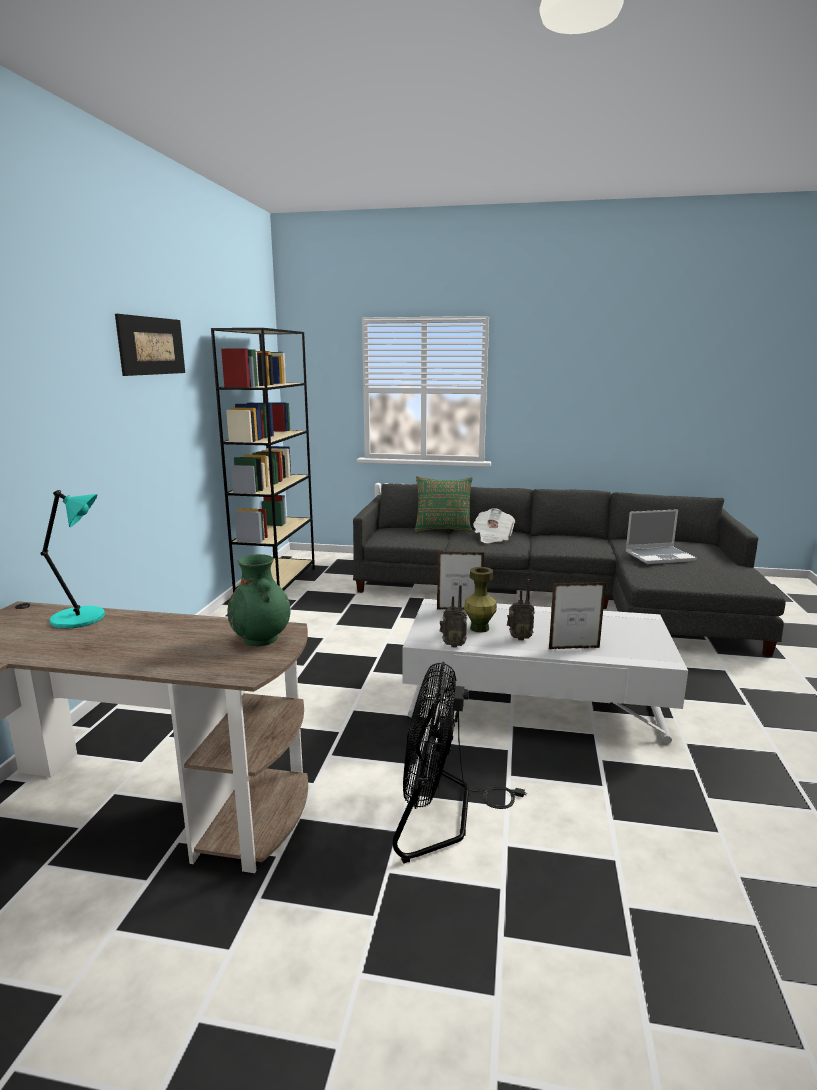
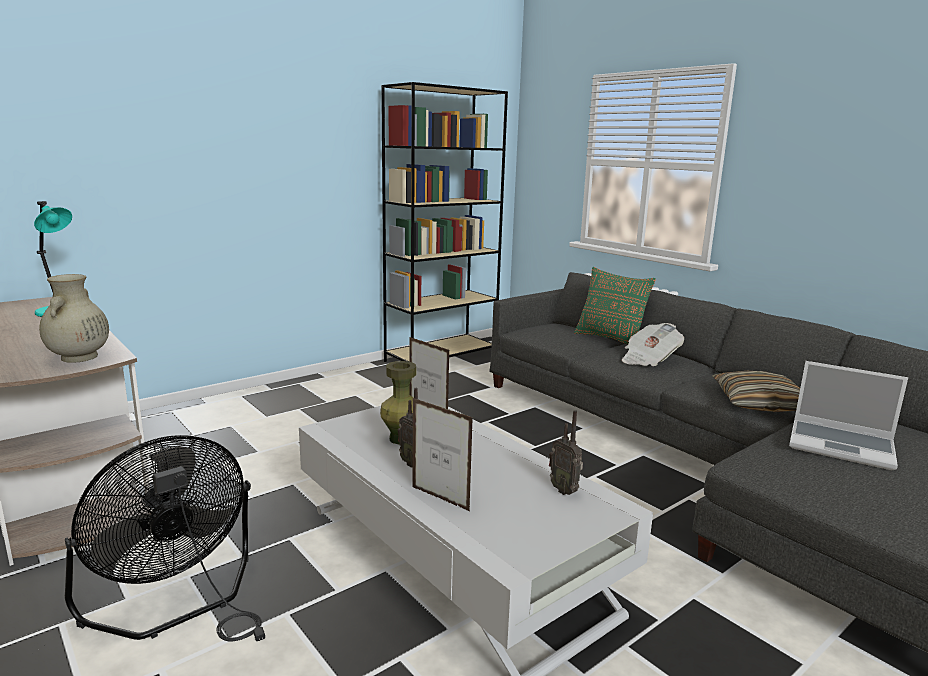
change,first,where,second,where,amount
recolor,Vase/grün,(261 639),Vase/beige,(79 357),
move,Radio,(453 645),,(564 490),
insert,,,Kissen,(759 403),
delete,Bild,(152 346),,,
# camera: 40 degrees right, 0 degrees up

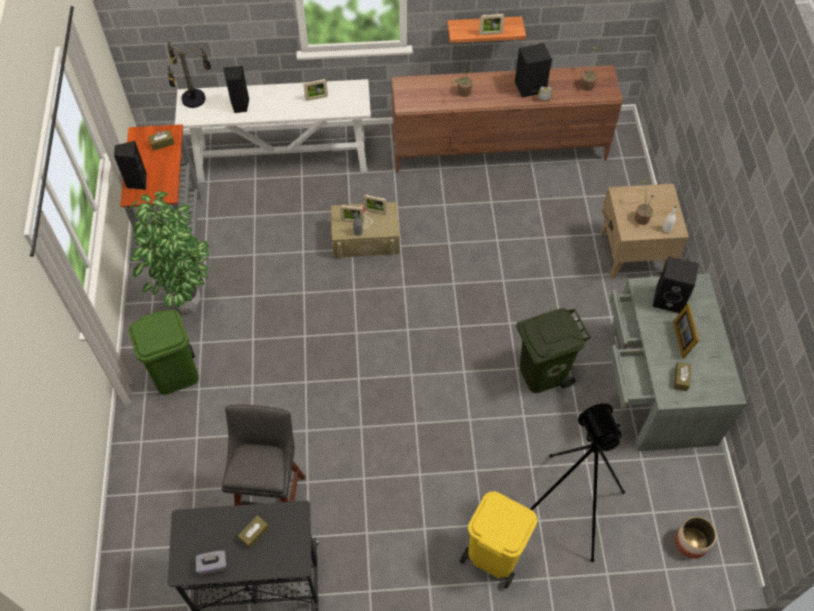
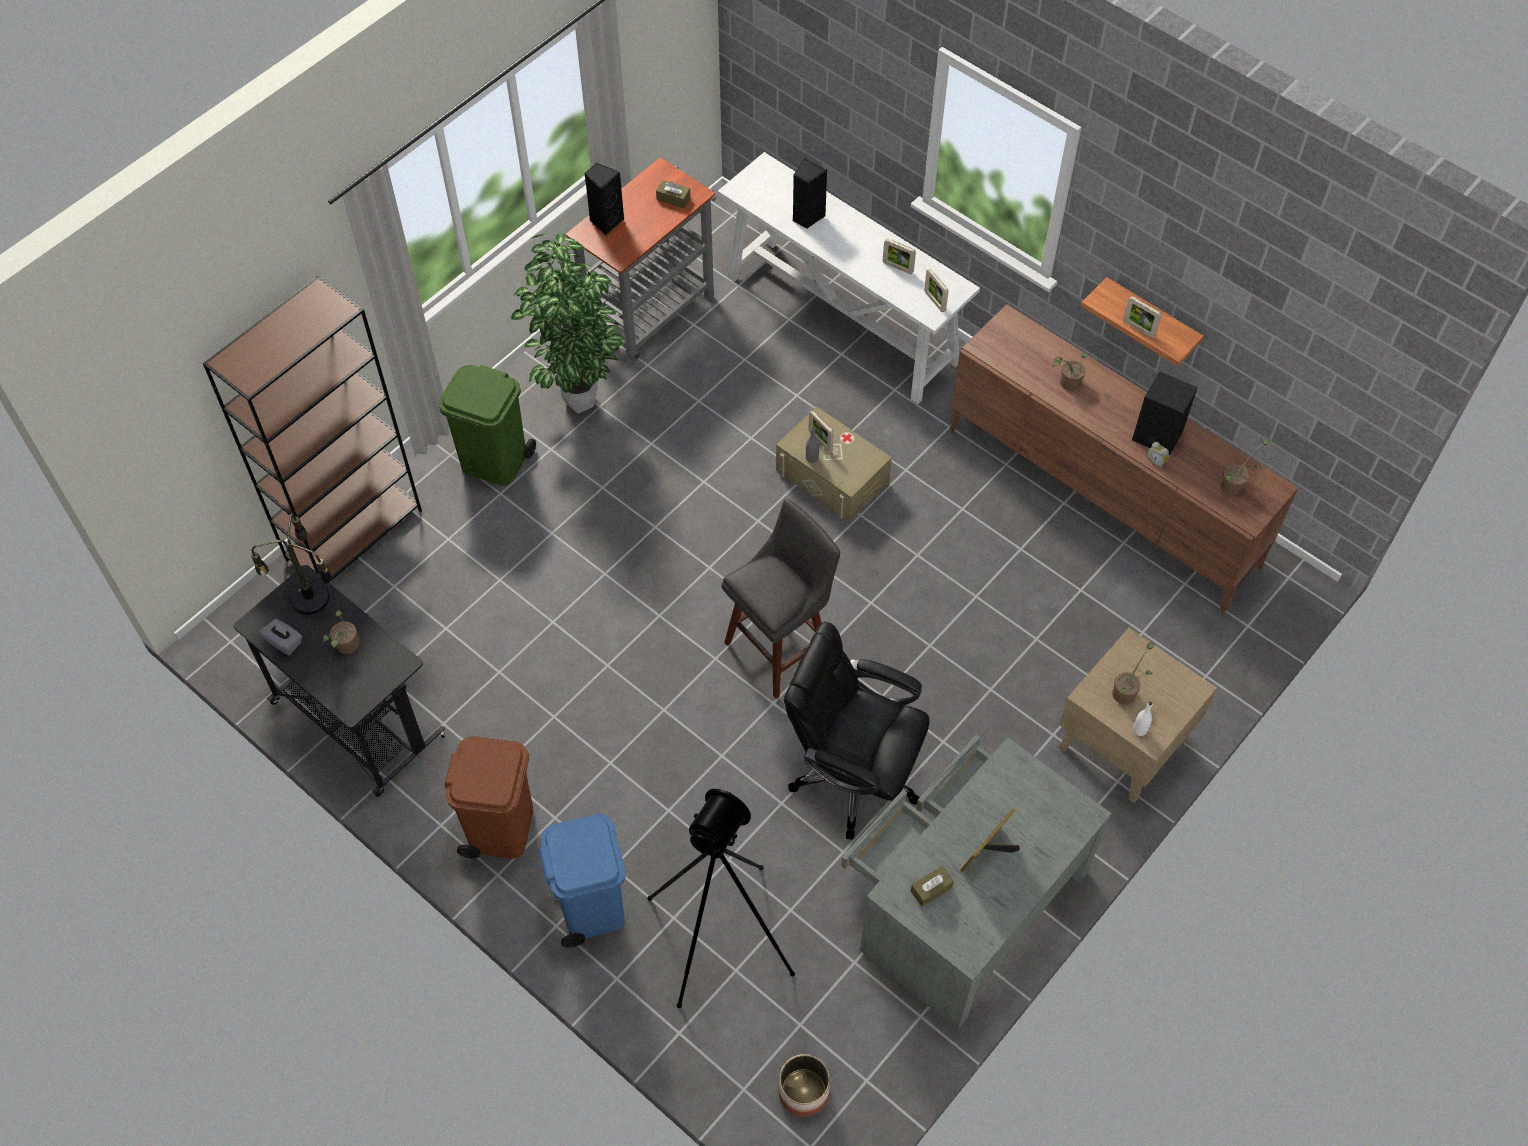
change,first,where,second,where,amount
insert,,,Bücherregal/braun,(354 534),
move,Tischlampe,(193 99),,(310 597),
replace,Taschentuchbox/braun,(254 534),Topfpflanze,(346 647),
insert,,,Mülleimer/braun,(501 827),
recolor,Mülleimer/gelb,(493 554),Mülleimer/blau,(591 905),
move,Hocker/grau,(272 495),,(781 649),
replace,Mülleimer/grün,(542 373),Bürostuhl/schwarz,(854 778),
move,Bilderrahmen,(375 211),,(934 301),
delete,Lautsprecher/schwarz,(670 299),,,
# camera: 45 degrees right, 0 degrees up

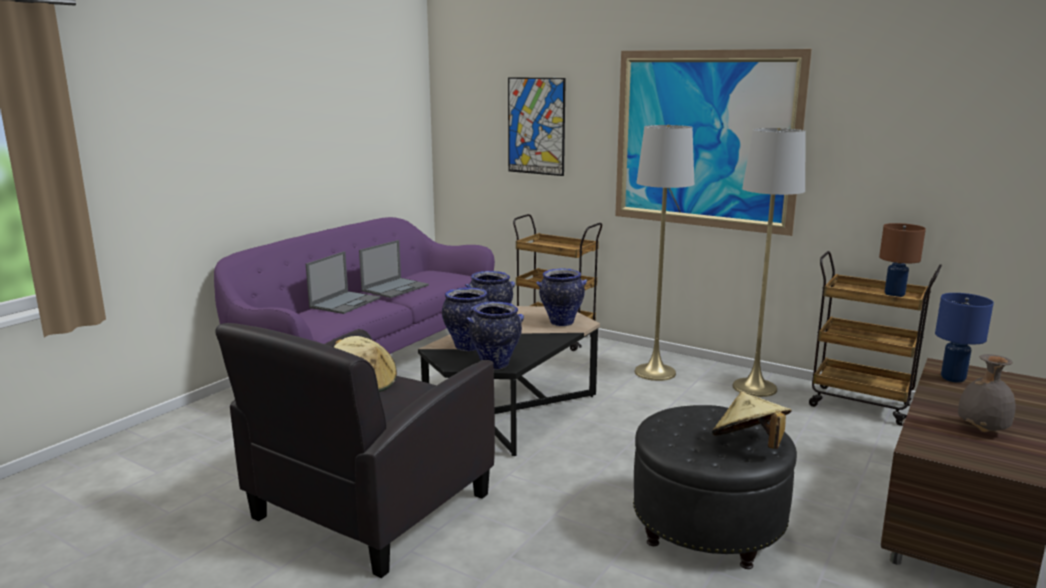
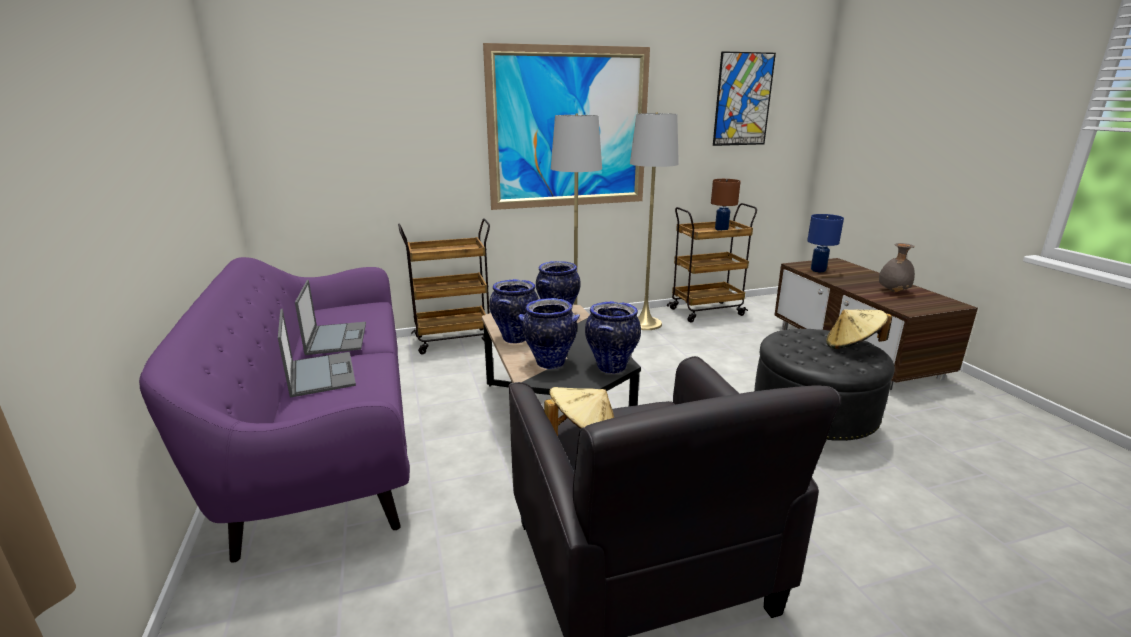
change,first,where,second,where,amount
move,Bild,(536 126),,(743 99),
# camera: 50 degrees left, 5 degrees up

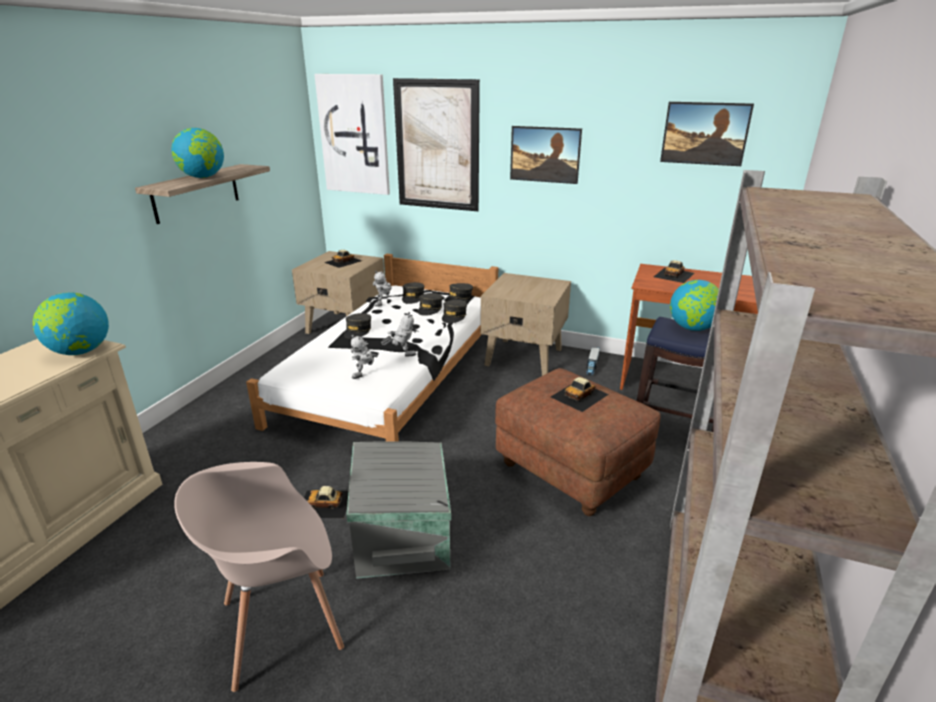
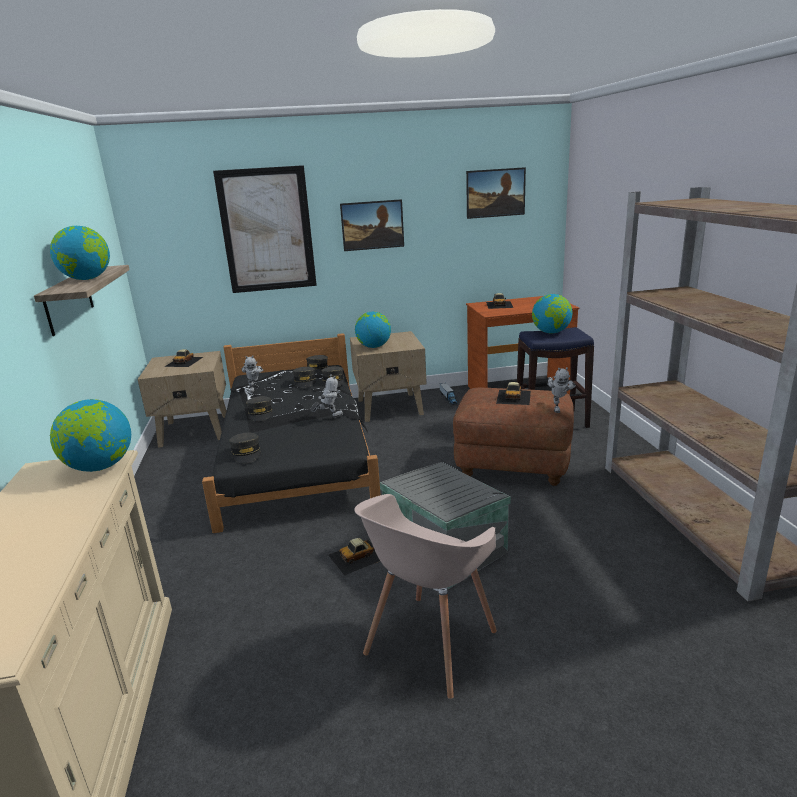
change,first,where,second,where,amount
recolor,Bett/weiß,(393 376),Bett/schwarz,(295 453),
move,Kappe/grau,(413 297),,(246 453),
insert,,,Globus,(374 347),
move,Spielzeugroboter,(365 374),,(558 408),
delete,Bild,(354 135),,,
# camera: 30 degrees left, 5 degrees down

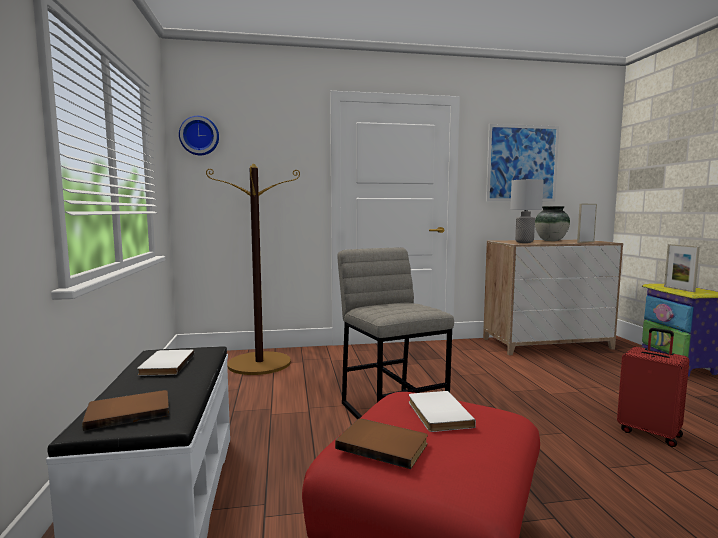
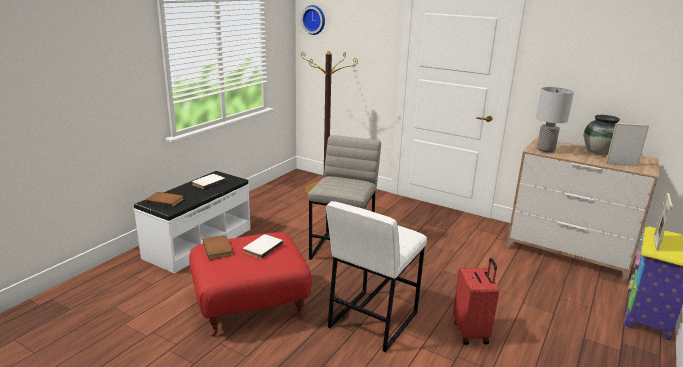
change,first,where,second,where,amount
insert,,,Stuhl/weiß,(372 321),
delete,Bild,(522 163),,,
# camera: 40 degrees right, 15 degrees up

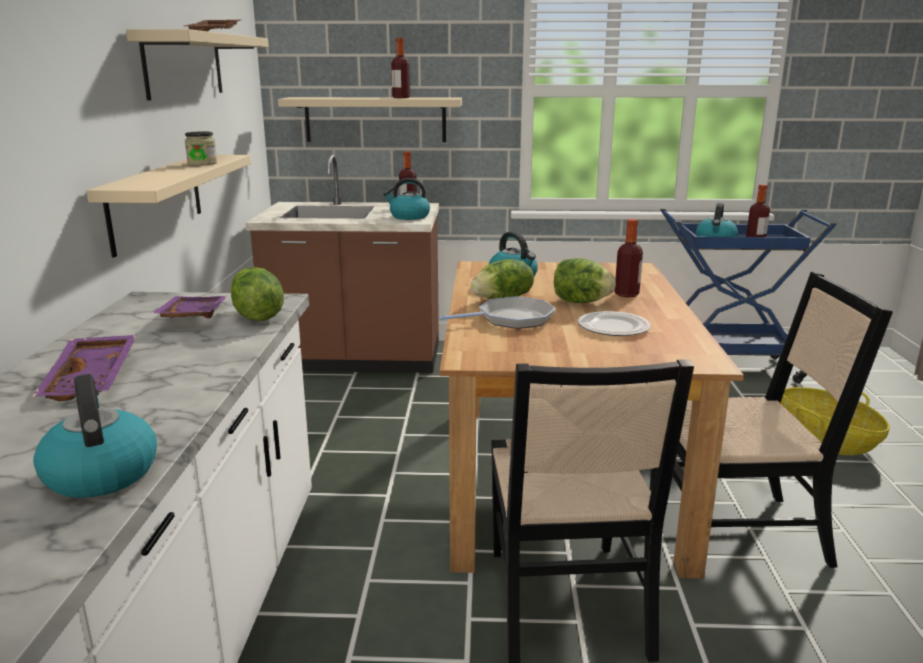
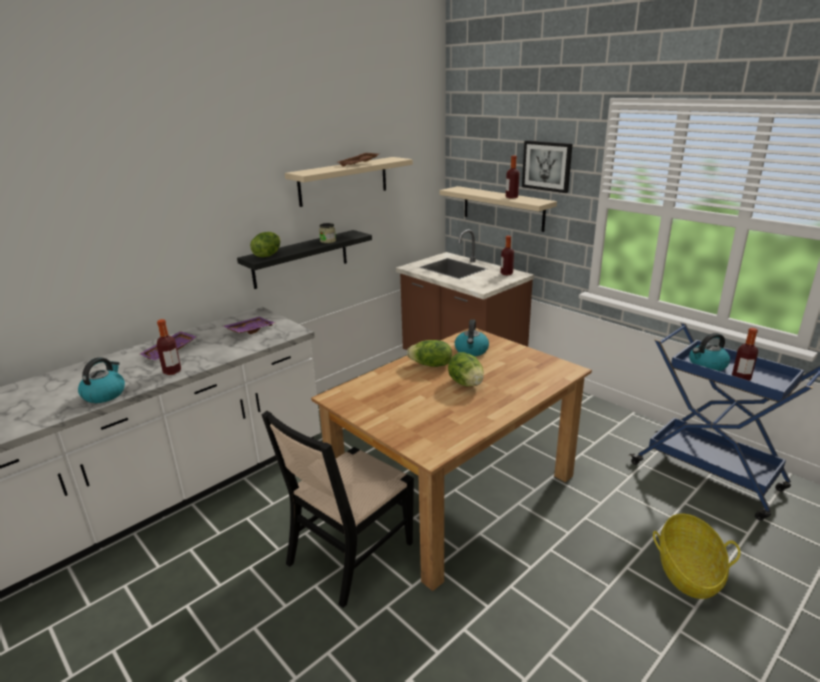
change,first,where,second,where,amount
move,Flasche,(626 294),,(172 371),
recolor,Wandregal/beige,(156 201),Wandregal/schwarz,(301 259),
move,Salatkopf,(256 316),,(267 255),
insert,,,Bild,(547 166),
delete,Wasserkessel,(409 216),,,
delete,Pfanne,(511 319),,,
delete,Teller,(612 327),,,
delete,Stuhl,(736 533),,,
# camera: 45 degrees right, 5 degrees up

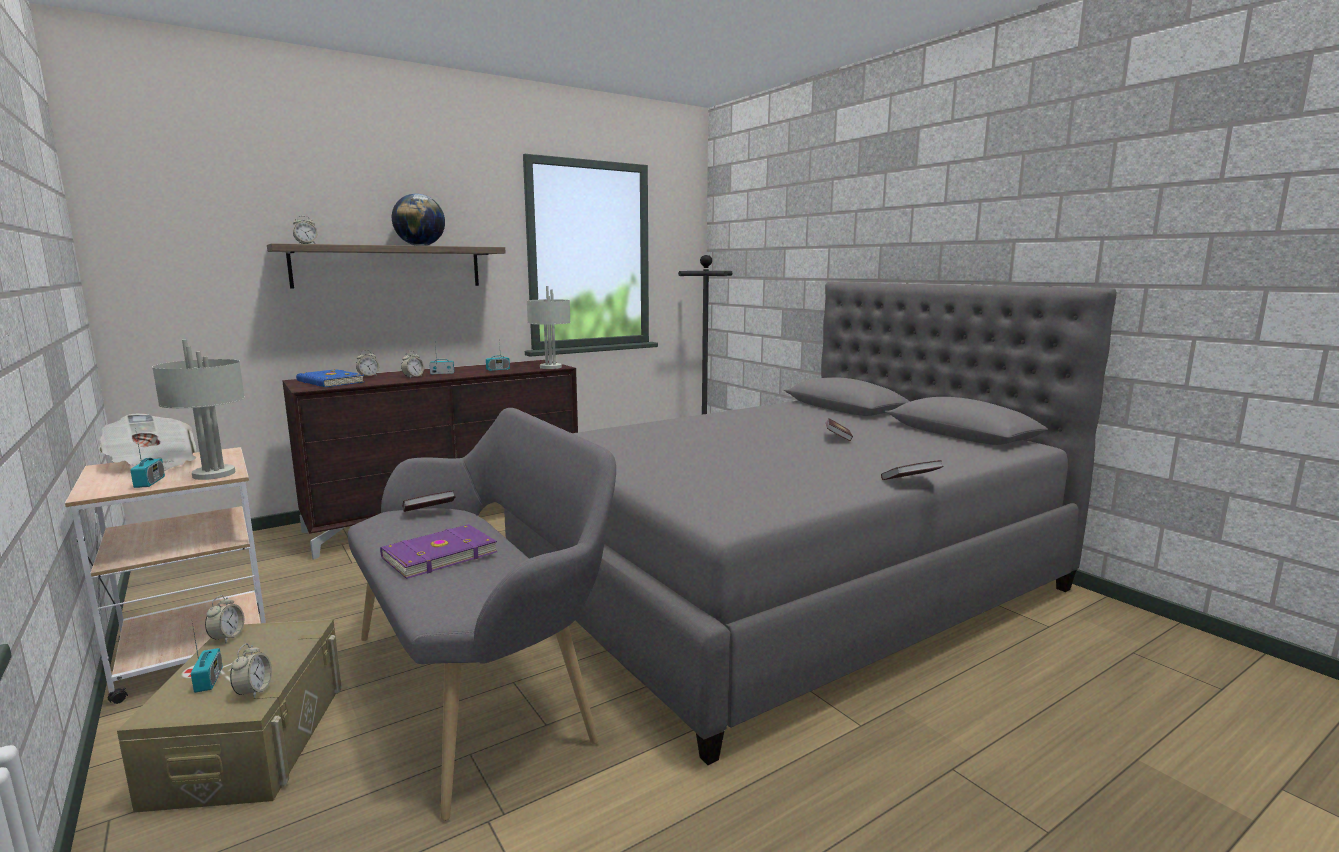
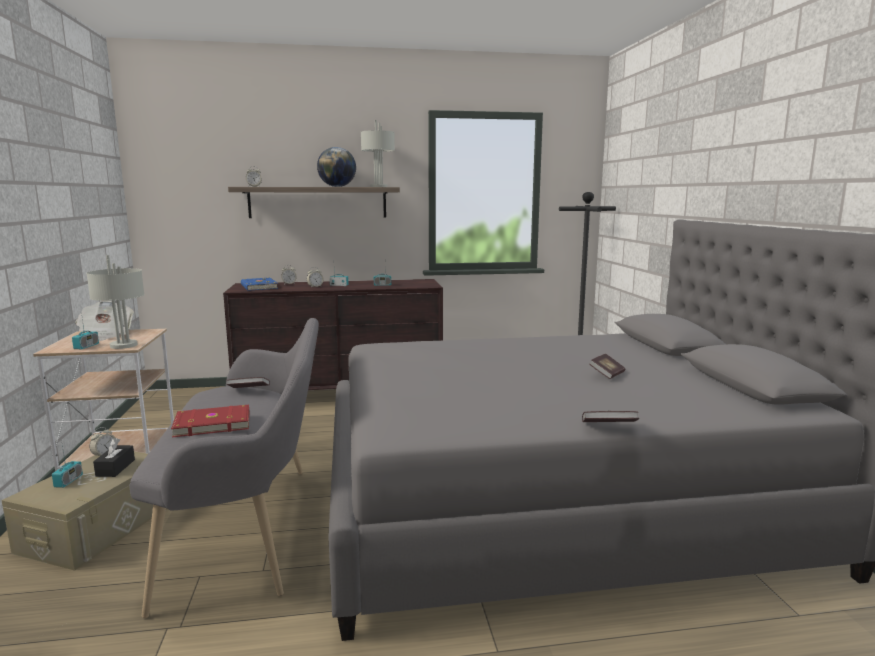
change,first,where,second,where,amount
insert,,,Taschentuchbox/schwarz,(115 468),
recolor,Buch/lila,(438 554),Buch/rot,(212 423),
move,Tischlampe/grau,(550 367),,(378 187),
delete,Wecker,(254 691),,,
# camera: 25 degrees right, 0 degrees up

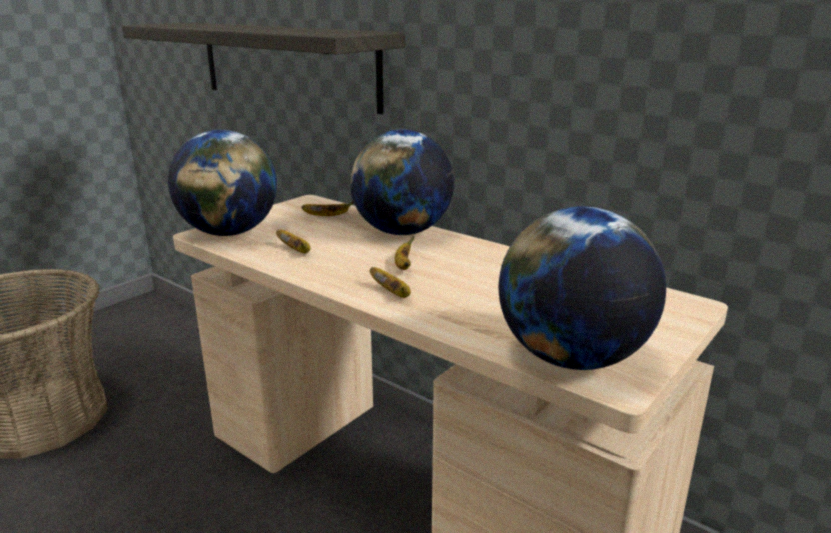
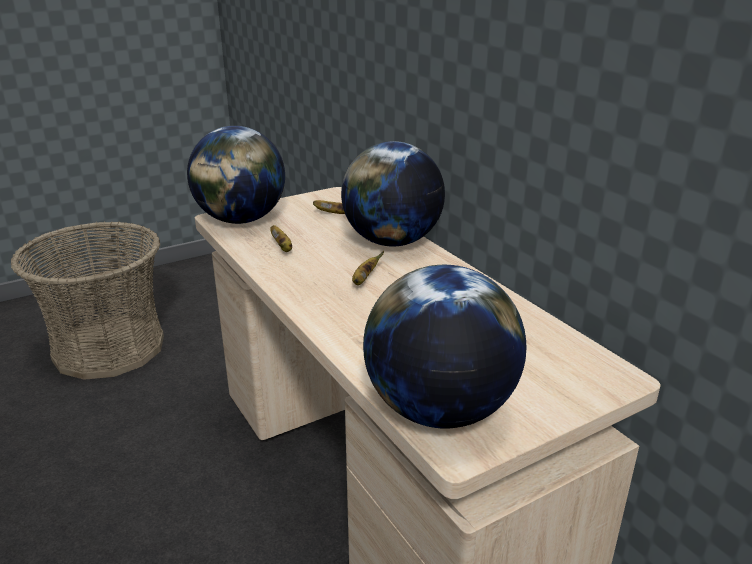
change,first,where,second,where,amount
delete,Wandregal,(286 64),,,
delete,Banane,(392 293),,,
# camera: 20 degrees right, 5 degrees up

